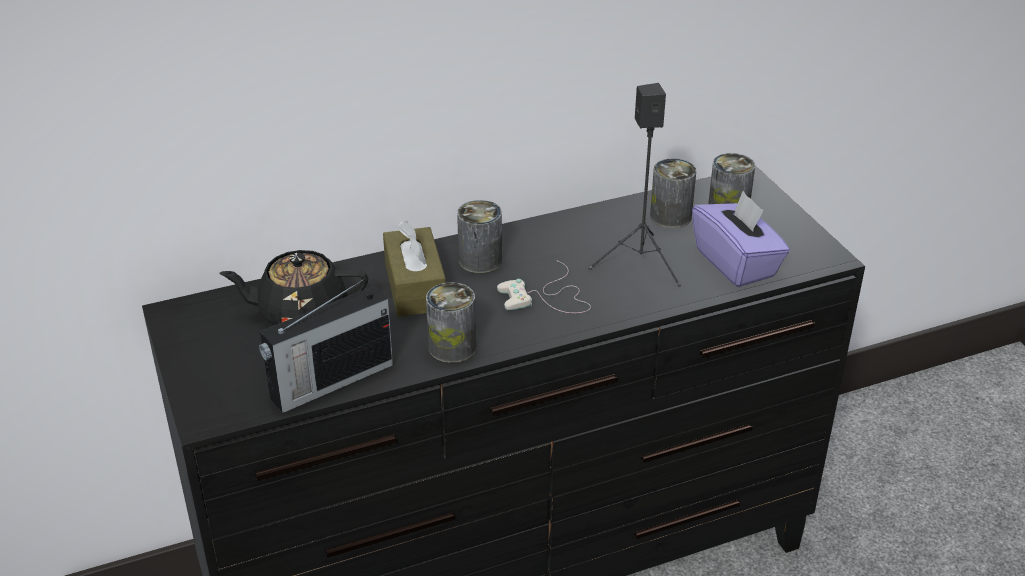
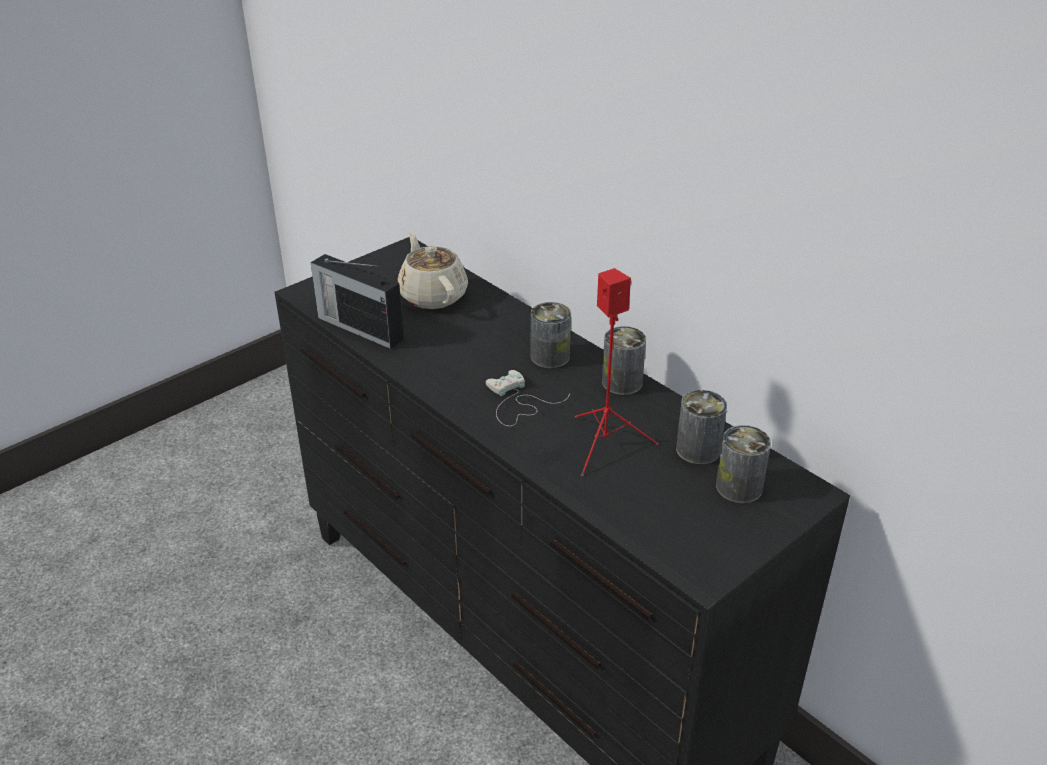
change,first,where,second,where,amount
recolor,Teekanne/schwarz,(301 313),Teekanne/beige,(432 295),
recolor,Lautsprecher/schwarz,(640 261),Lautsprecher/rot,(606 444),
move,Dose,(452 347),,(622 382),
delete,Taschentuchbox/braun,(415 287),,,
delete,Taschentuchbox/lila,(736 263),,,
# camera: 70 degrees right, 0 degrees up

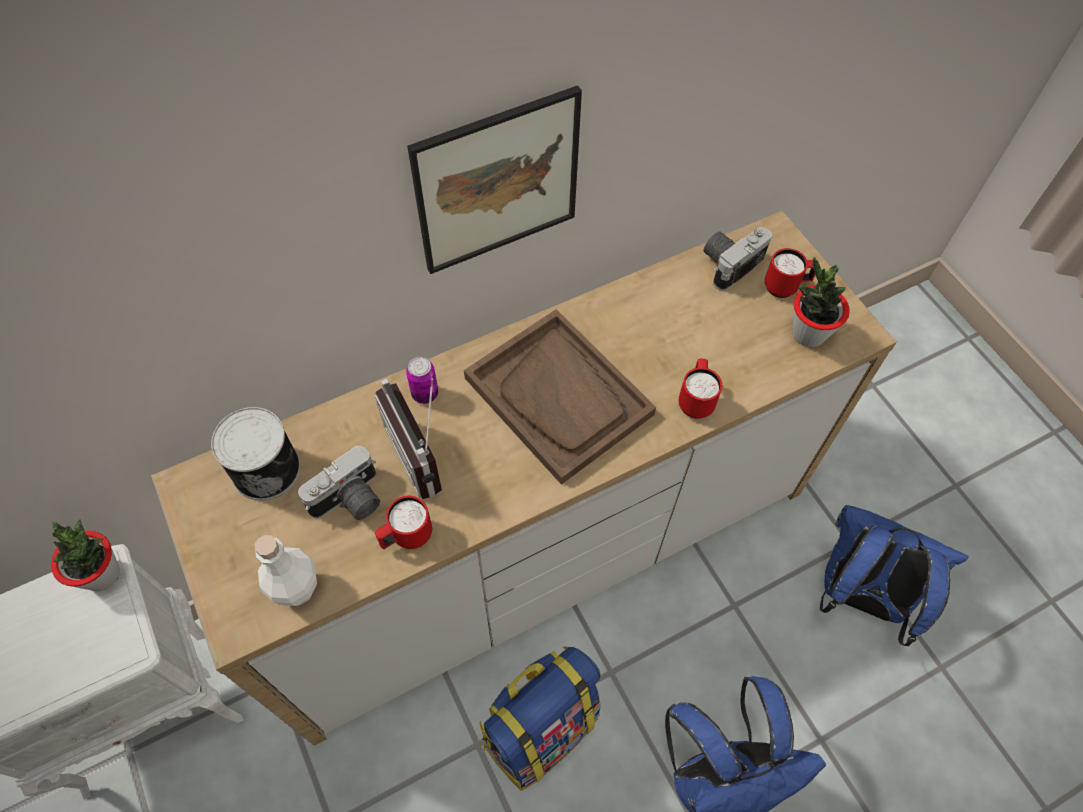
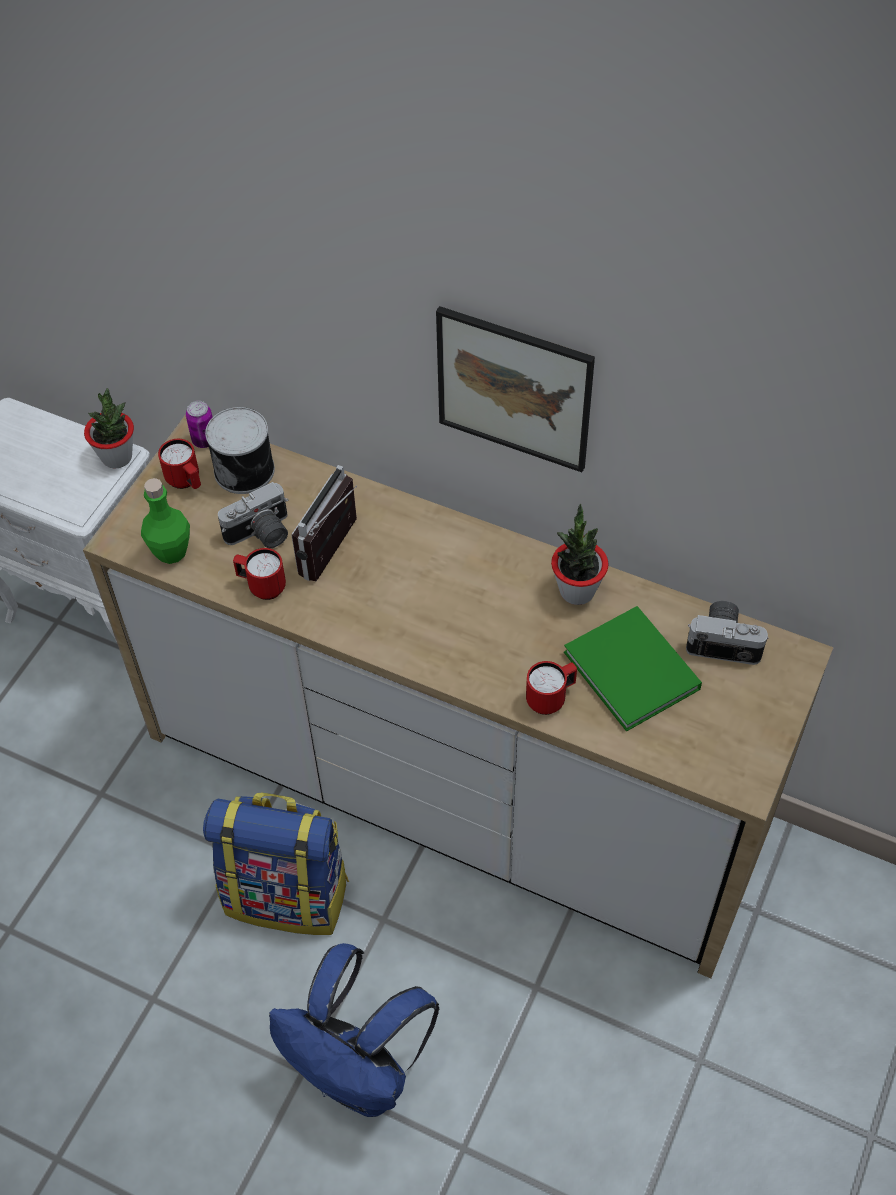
change,first,where,second,where,amount
recolor,Flasche/weiß,(297 589),Flasche/grün,(171 552),
move,Henkelbecher/rot,(786 287),,(186 482),
move,Dose,(425 394),,(204 440),
rotate,Kamera,(350 501),,(261 535),45 degrees counterclockwise
move,Topfpflanze,(808 333),,(577 590),
insert,,,Buch/grün,(633 673),
delete,Tablett/braun,(559 396),,,
delete,Rucksack/blau,(858 596),,,
# camera: 55 degrees right, 5 degrees down

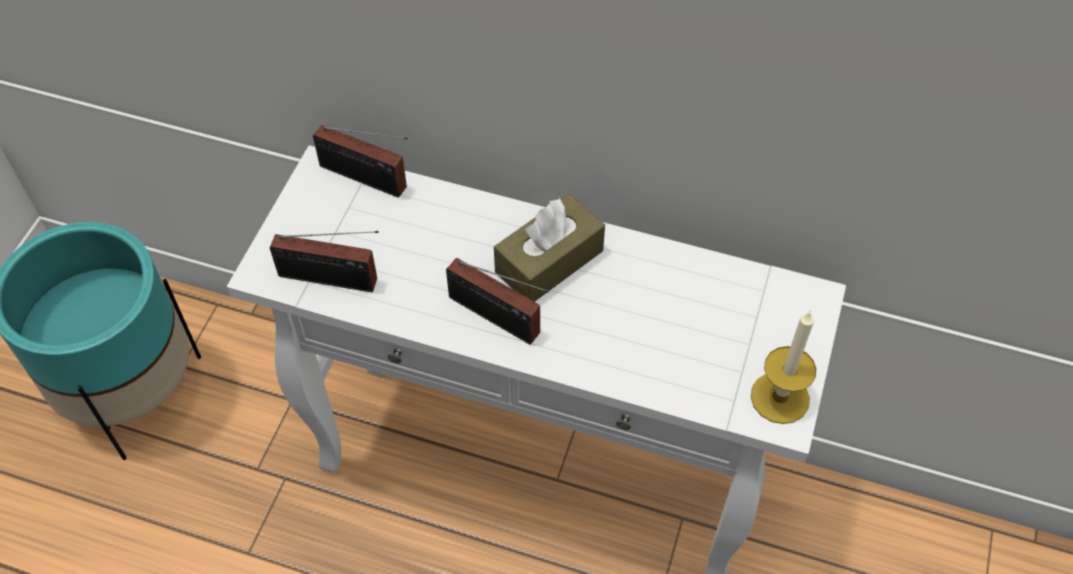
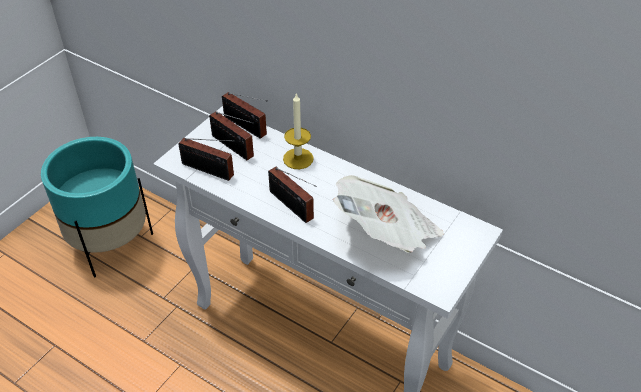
change,first,where,second,where,amount
insert,,,Radio,(234 148),
move,Kerze,(780 397),,(298 158),
insert,,,Zeitung,(387 233),
delete,Taschentuchbox/braun,(549 261),,,
# camera: 15 degrees right, 10 degrees down

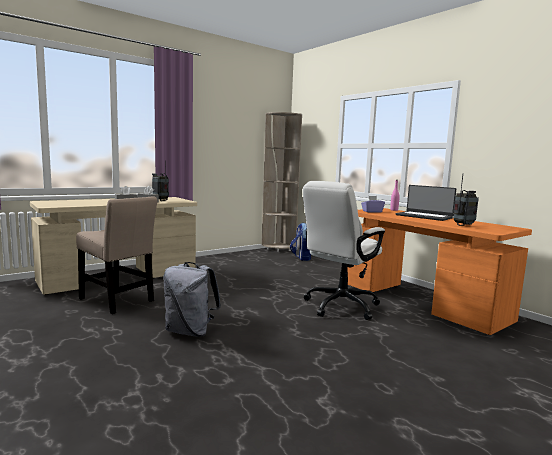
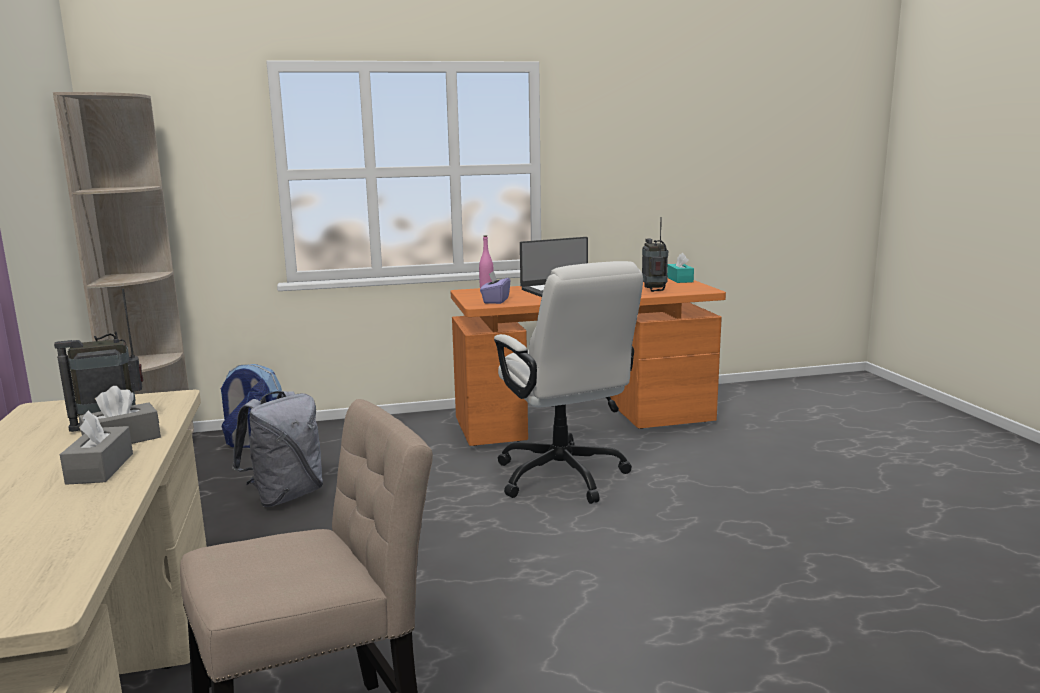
change,first,where,second,where,amount
move,Rucksack/grau,(190 331),,(285 496),
insert,,,Taschentuchbox/türkis,(680 280),
# camera: 65 degrees left, 5 degrees up

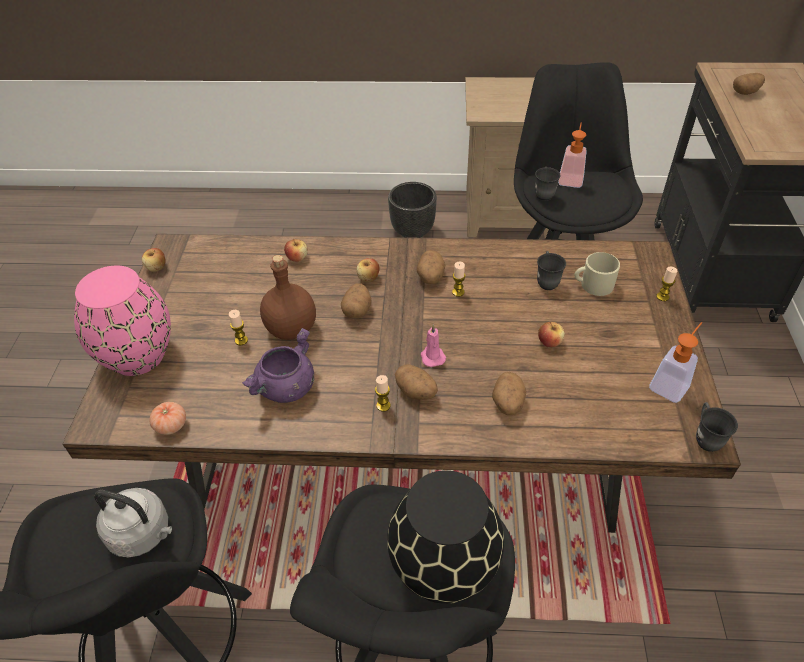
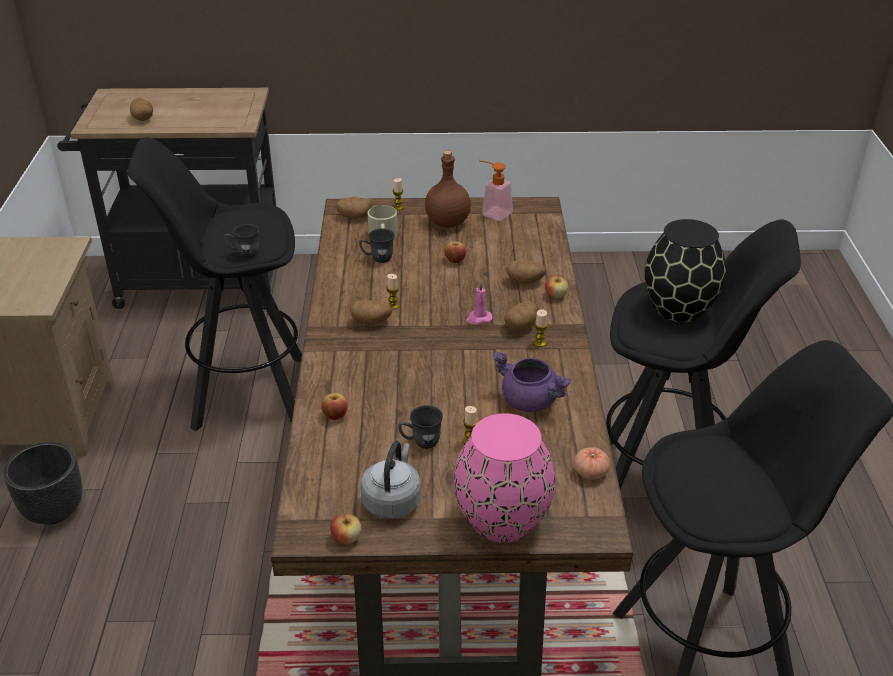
change,first,where,second,where,amount
move,Kartoffel,(357 310),,(354 217),
move,Wasserkessel/grau,(143 534),,(392 500),
move,Henkelbecher/grau,(705 437),,(420 442),
move,Flasche/braun,(291 328),,(447 223),
move,Apfel,(368 278),,(556 295),
delete,Seifenspender,(571 178),,,
# camera: 95 degrees left, 10 degrees down

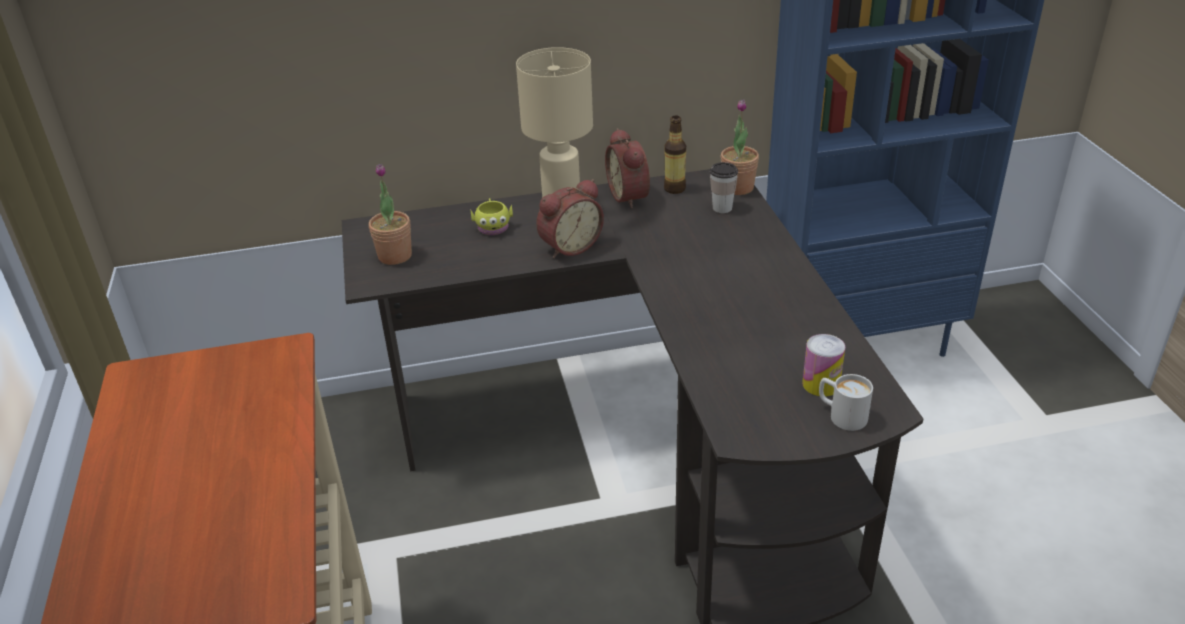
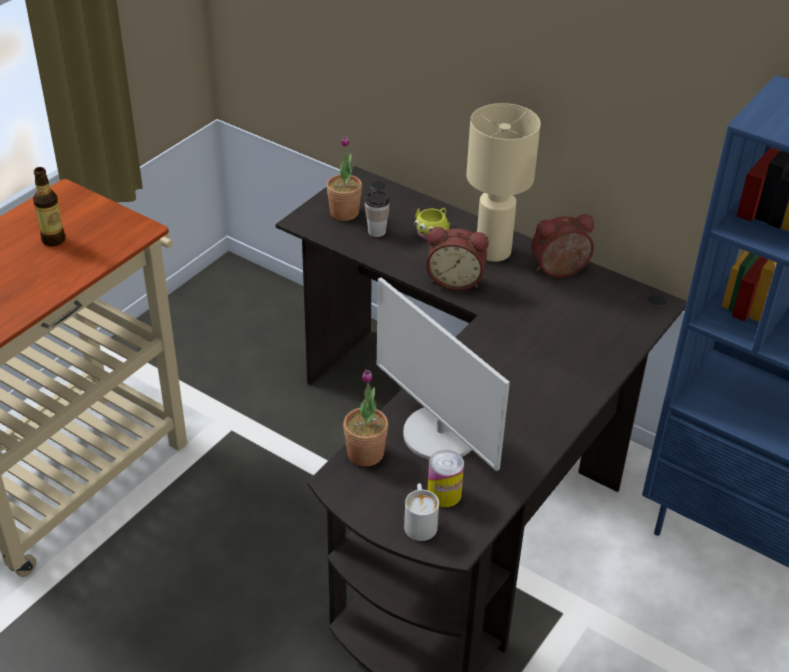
change,first,where,second,where,amount
move,Flasche,(674 189),,(53 240),
move,Topfpflanze,(738 188),,(365 453),
move,Tasse,(722 208),,(376 231),
insert,,,Monitor,(440 434),
rotate,Wecker,(631 196),,(560 271),45 degrees clockwise
# camera: 45 degrees right, 5 degrees up

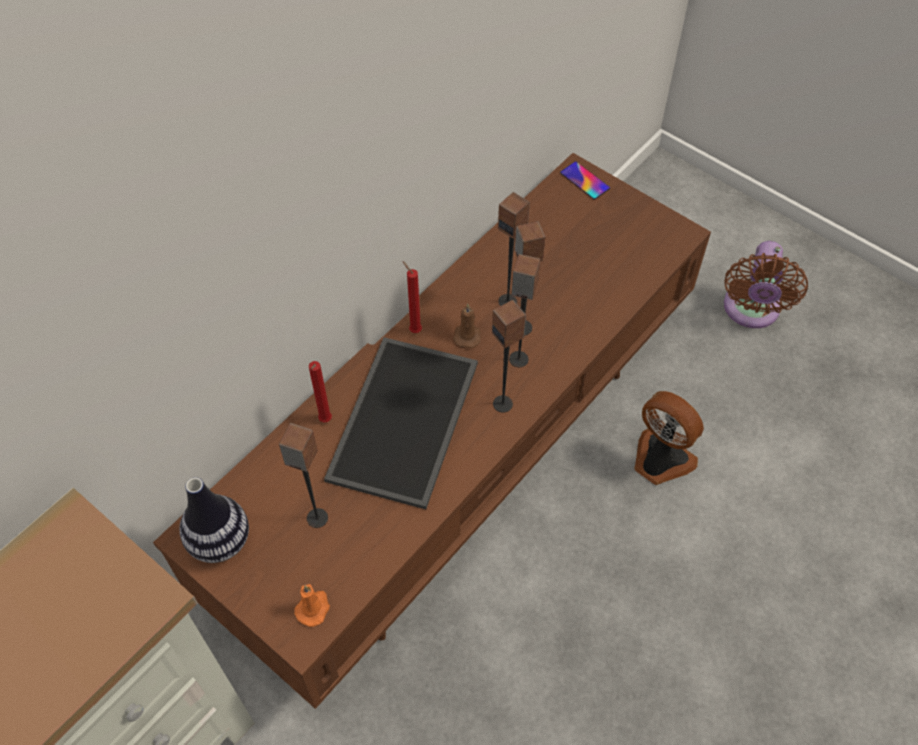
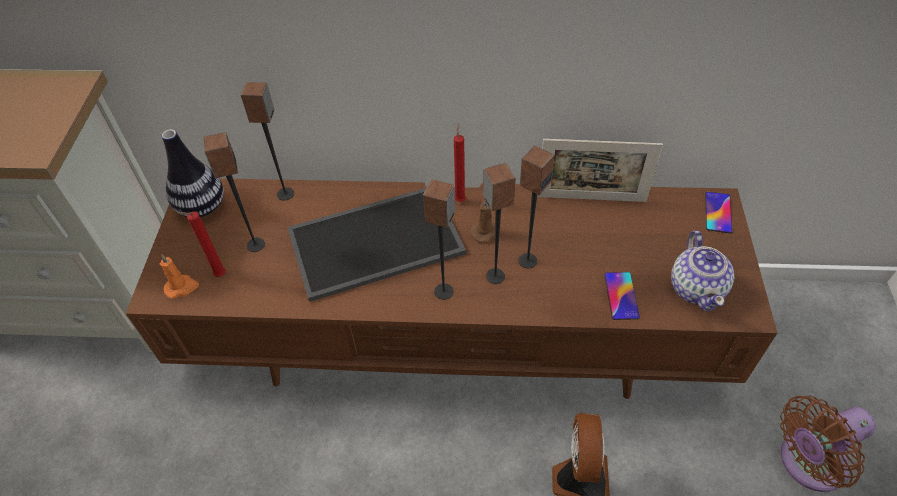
change,first,where,second,where,amount
move,Kerze/rot,(325 421),,(218 276),
move,Lautsprecher,(508 301),,(286 194),
insert,,,Bilderrahmen,(591 198),
insert,,,Handy,(621 296),
insert,,,Teekanne,(697 288),
# camera: 55 degrees right, 5 degrees down

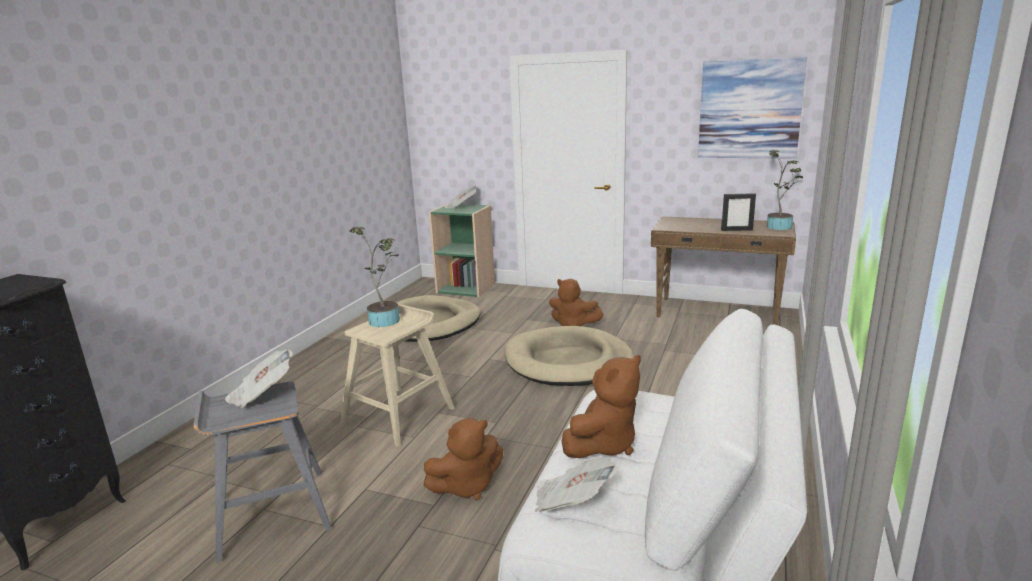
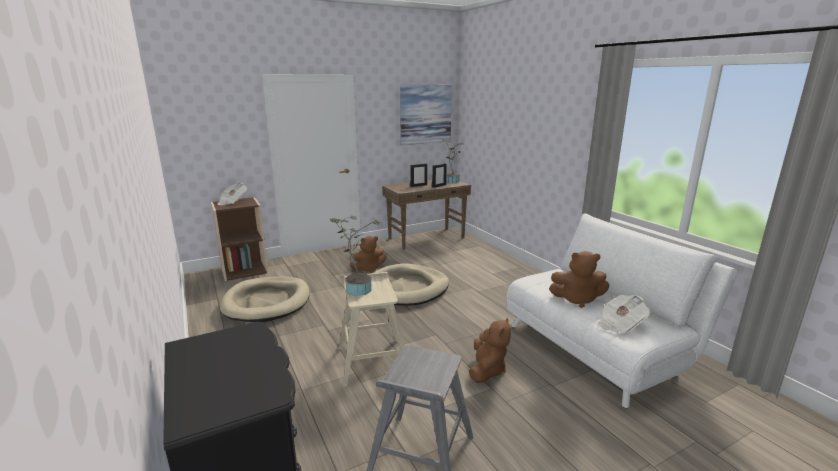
change,first,where,second,where,amount
recolor,Bücherregal/grün,(466 288),Bücherregal/braun,(245 270),
insert,,,Bilderrahmen,(418 185),
rotate,Plüschtier/braun,(603 444),,(577 299),105 degrees clockwise
delete,Zeitung,(262 394),,,
# camera: 50 degrees left, 0 degrees up

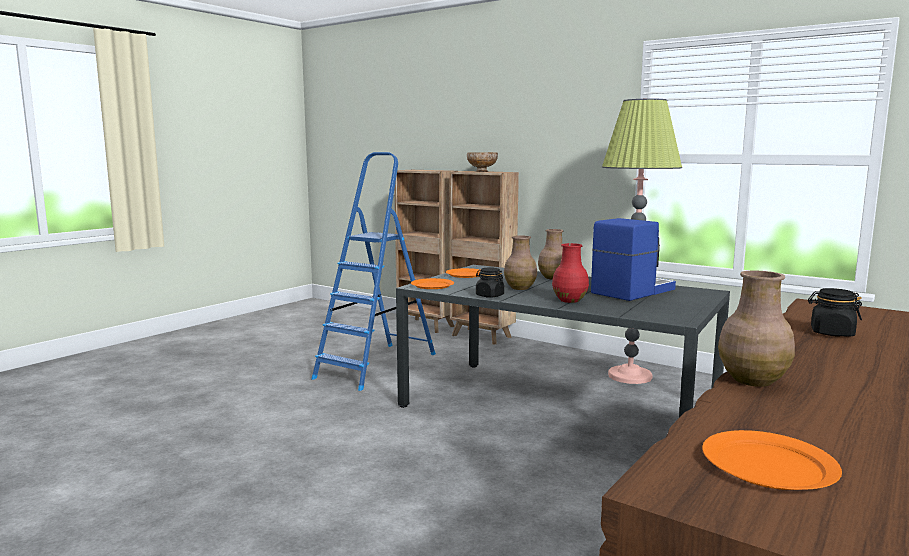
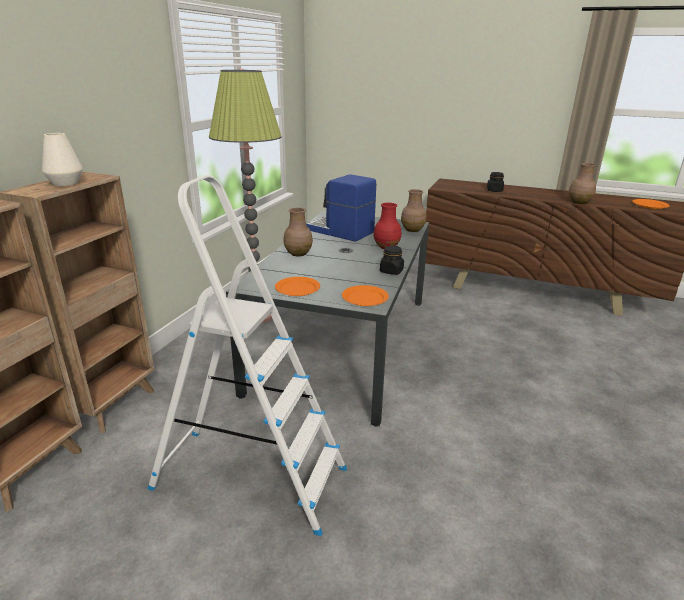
change,first,where,second,where,amount
replace,Schüssel,(482 171),Vase/weiß,(66 183),
recolor,Trittleiter/blau,(376 366),Trittleiter/weiß,(251 478),
move,Vase/braun,(520 288),,(412 230),
# camera: 105 degrees left, 15 degrees up

